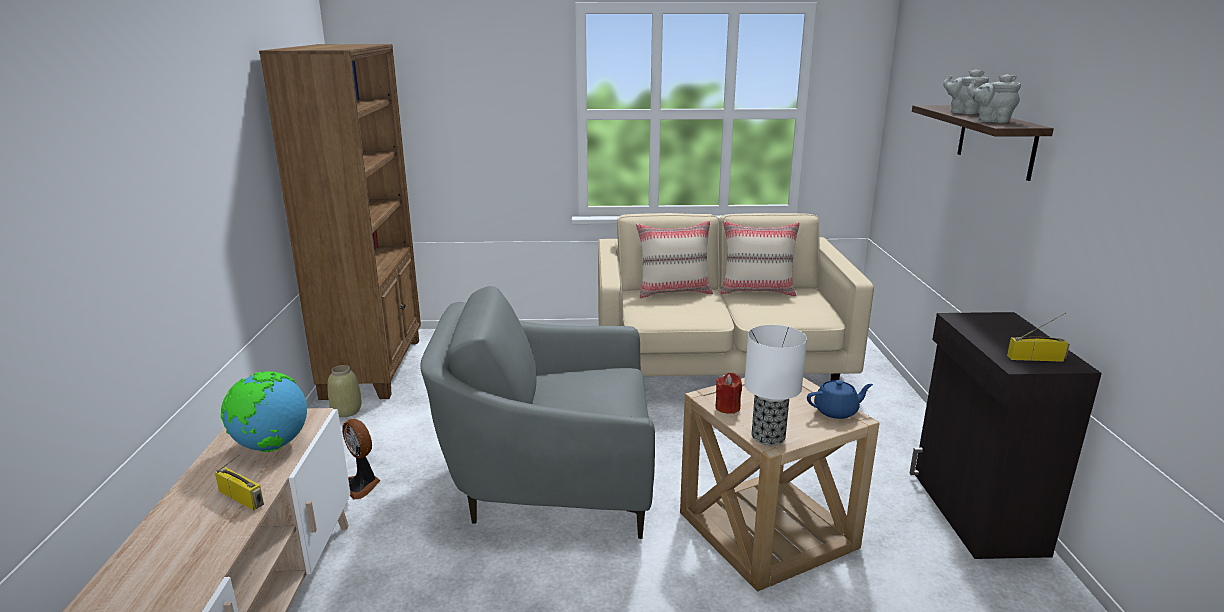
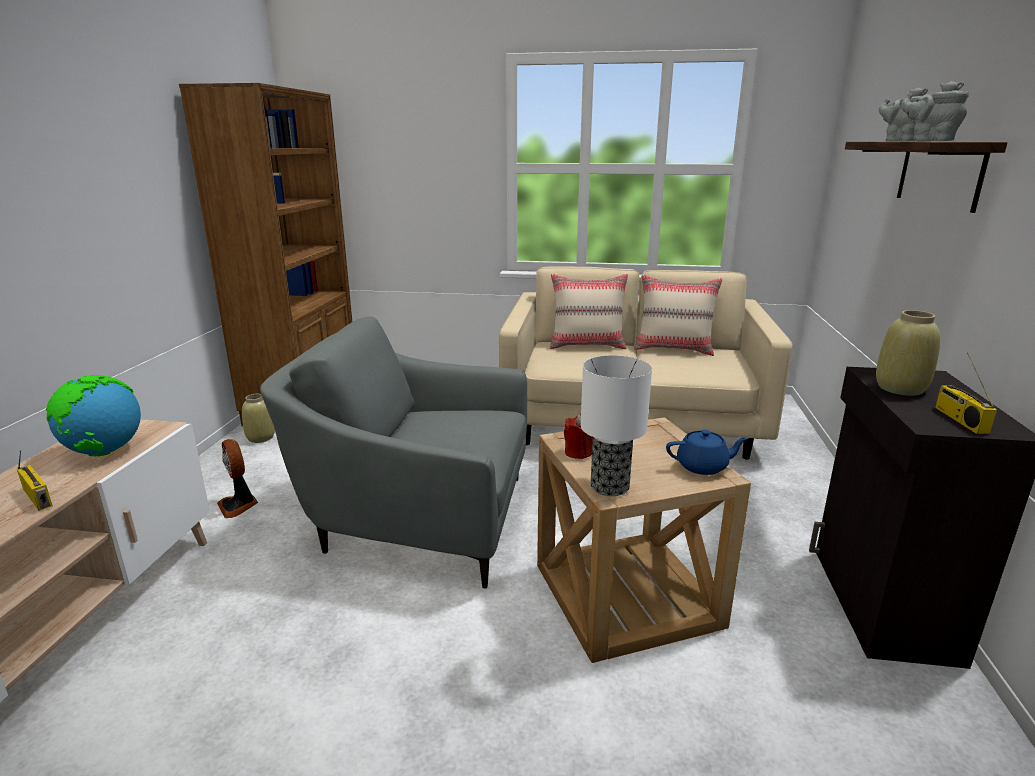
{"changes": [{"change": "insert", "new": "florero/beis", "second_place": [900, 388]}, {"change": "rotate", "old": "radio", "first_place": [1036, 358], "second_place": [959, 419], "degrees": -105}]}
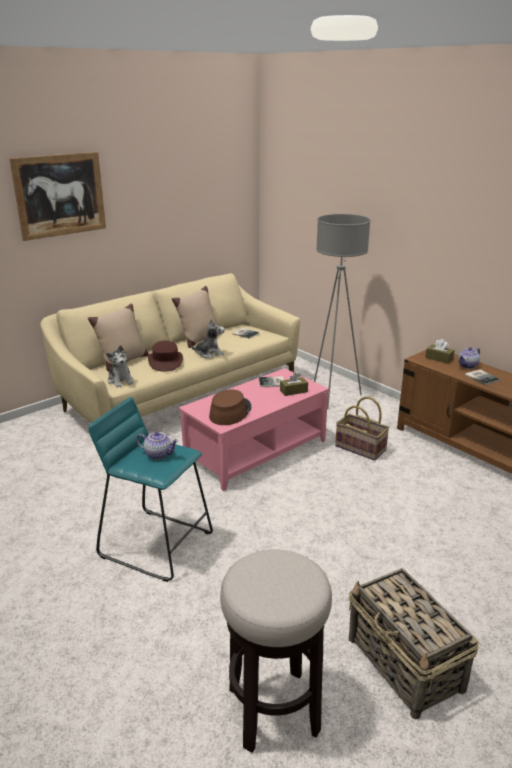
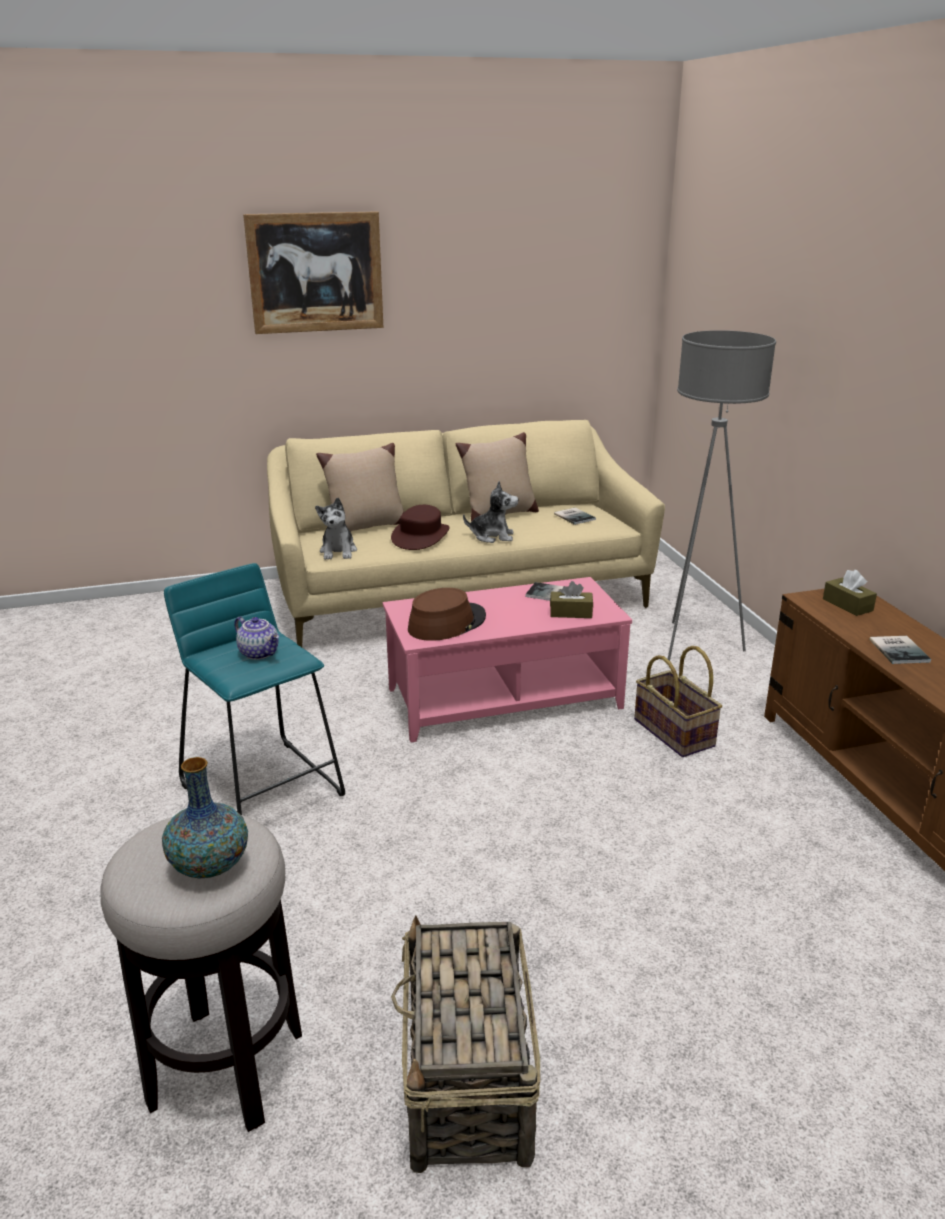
{"changes": [{"change": "insert", "new": "florero", "second_place": [209, 865]}, {"change": "delete", "old": "tetera", "first_place": [468, 366]}]}
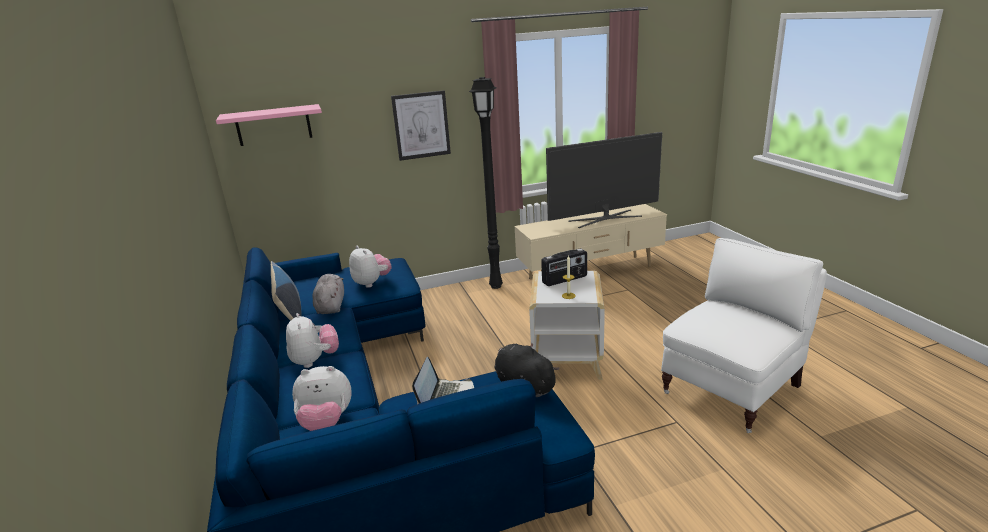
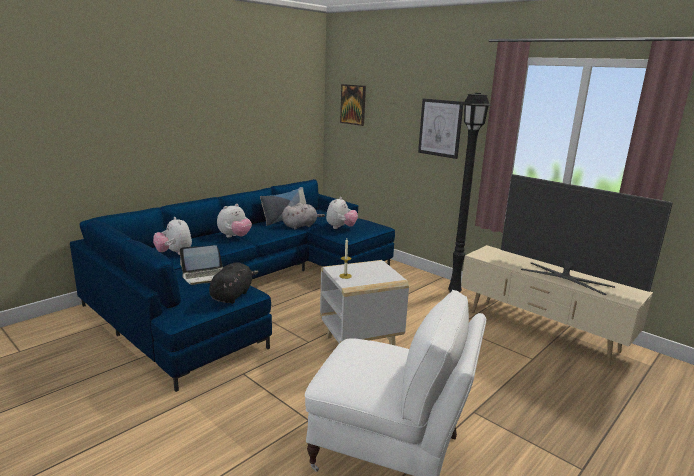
{"changes": [{"change": "replace", "old": "estante/rosa", "new": "cuadro", "first_place": [273, 125], "second_place": [353, 104]}, {"change": "delete", "old": "radio", "first_place": [565, 280]}]}
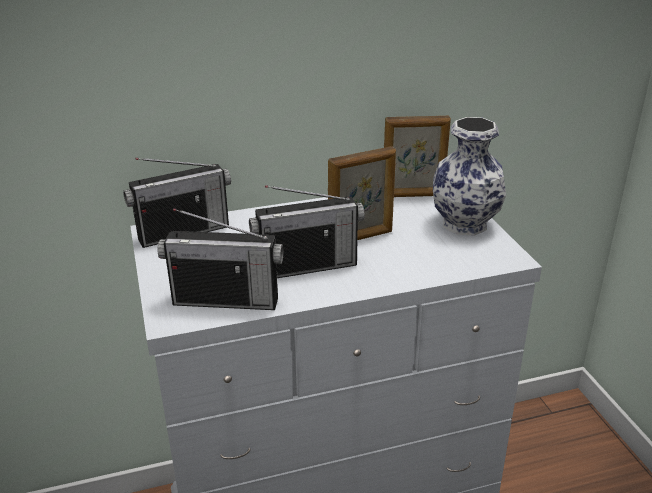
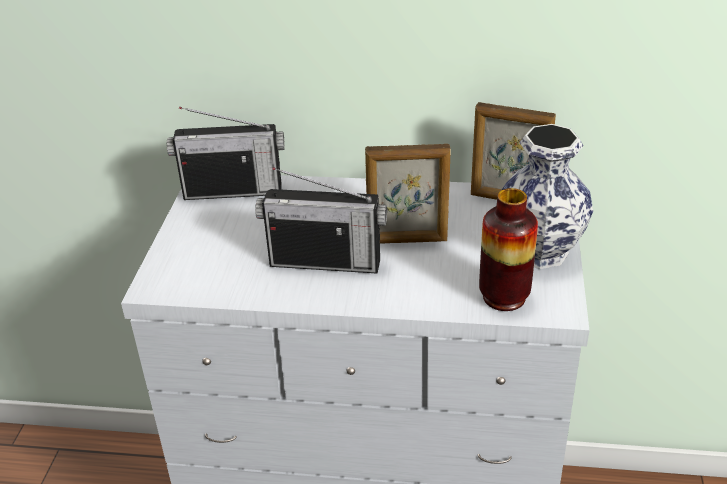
{"changes": [{"change": "insert", "new": "florero", "second_place": [504, 297]}, {"change": "delete", "old": "radio", "first_place": [226, 300]}]}
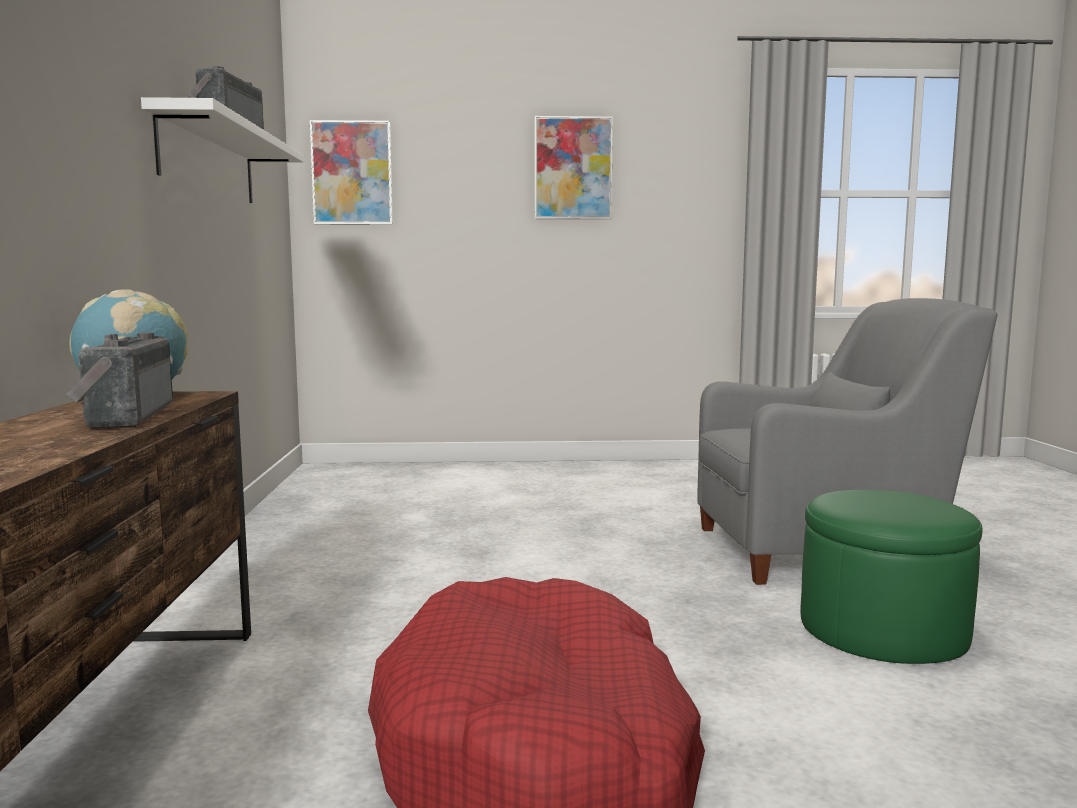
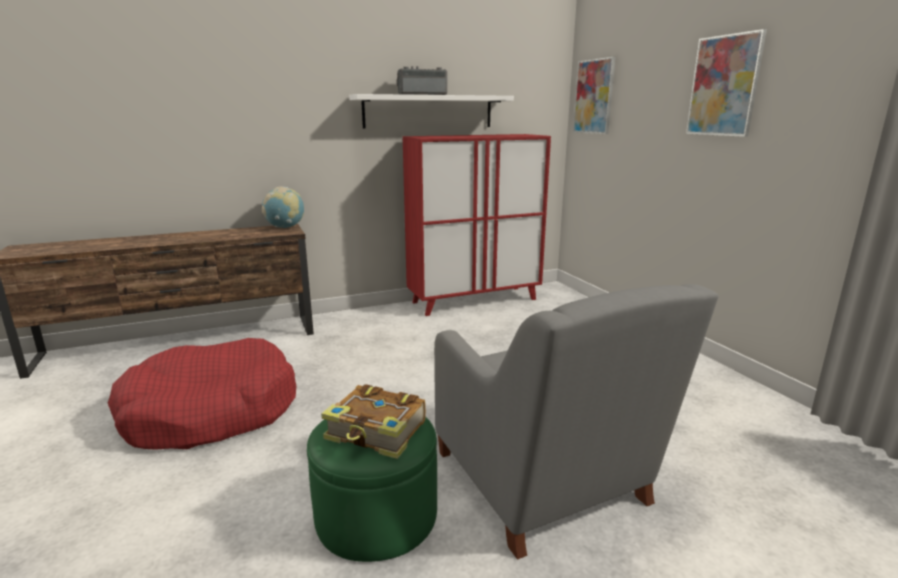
{"changes": [{"change": "insert", "new": "libro", "second_place": [377, 432]}, {"change": "insert", "new": "armario/rojo", "second_place": [474, 301]}, {"change": "delete", "old": "radio", "first_place": [123, 416]}]}
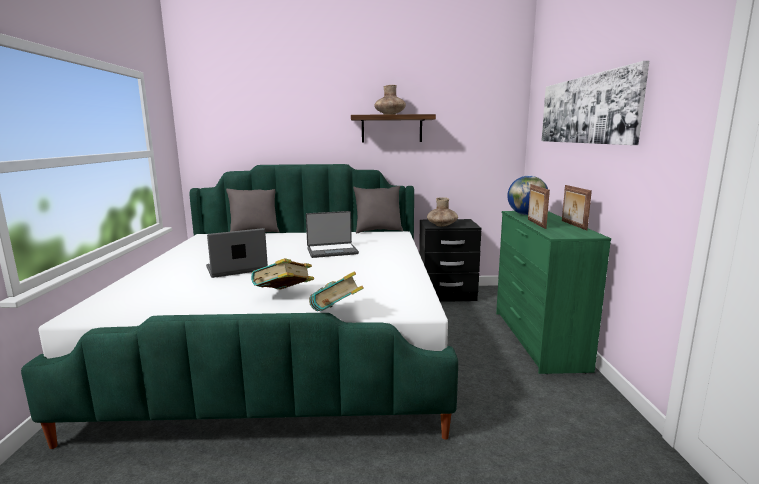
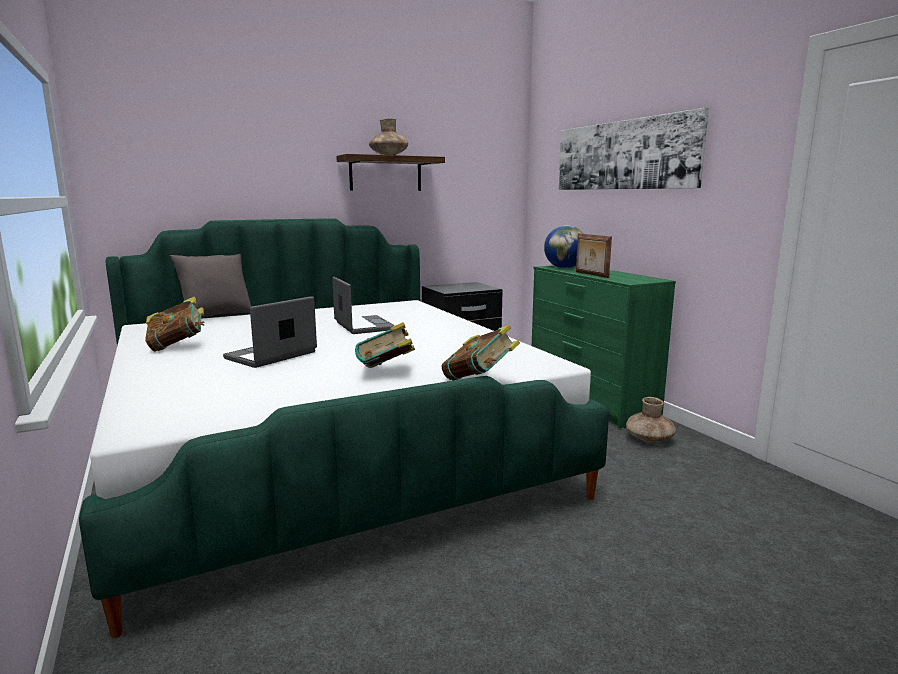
{"changes": [{"change": "insert", "new": "libro", "second_place": [178, 346]}, {"change": "rotate", "old": "portátil", "first_place": [332, 251], "second_place": [362, 326], "degrees": -75}, {"change": "move", "old": "florero/marrón", "first_place": [442, 225], "second_place": [649, 439]}, {"change": "delete", "old": "cojín/gris", "first_place": [378, 231]}, {"change": "delete", "old": "portarretratos", "first_place": [573, 225]}]}
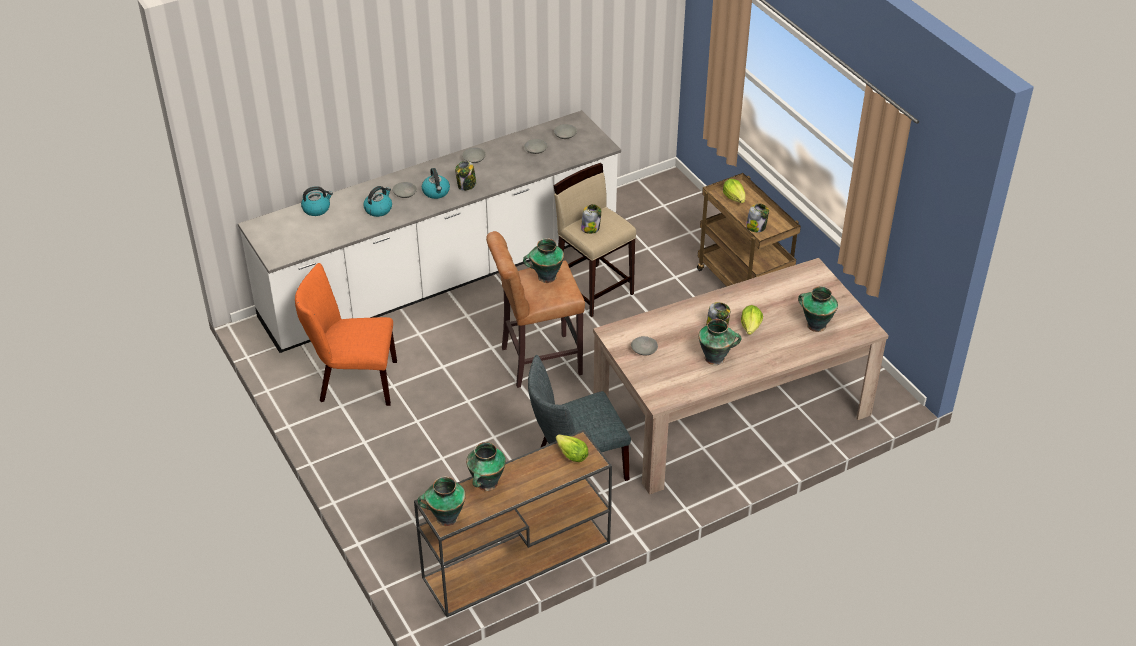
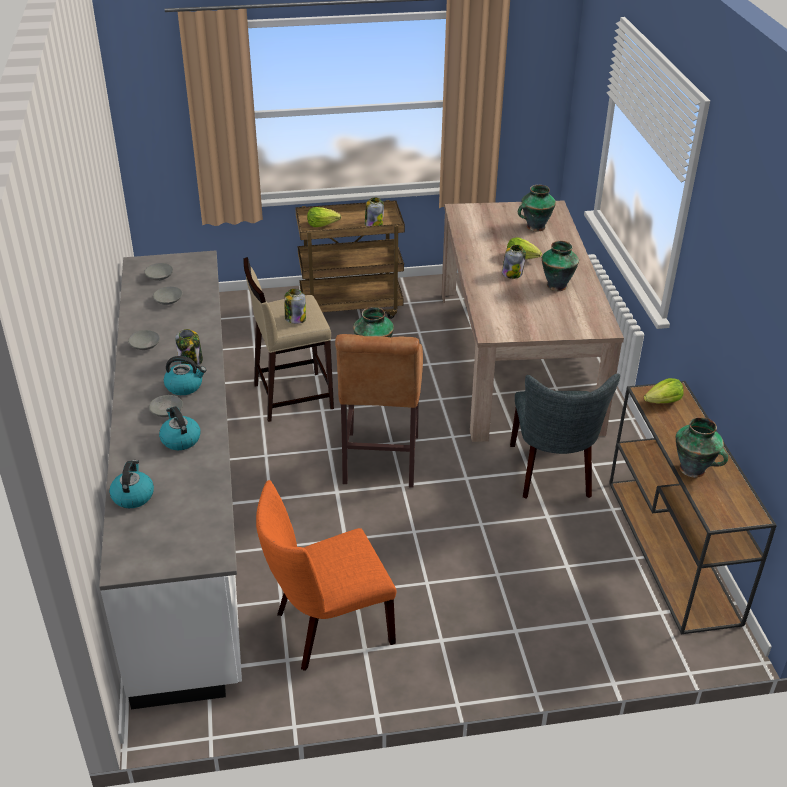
{"changes": [{"change": "rotate", "old": "silla/naranja", "first_place": [352, 382], "second_place": [327, 629], "degrees": 45}, {"change": "delete", "old": "florero", "first_place": [445, 517]}, {"change": "delete", "old": "cuenco/gris", "first_place": [644, 350]}]}
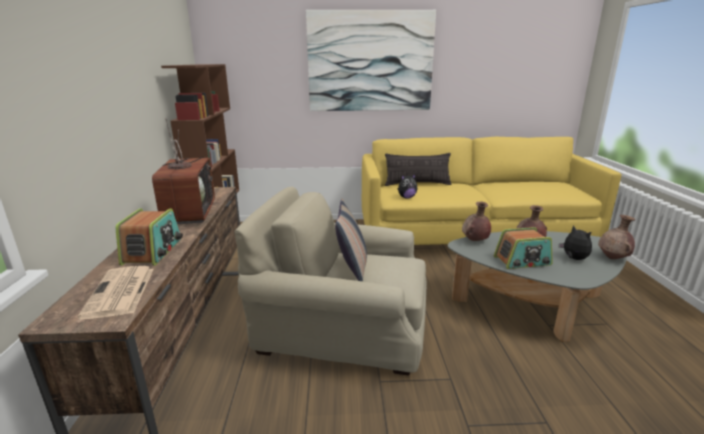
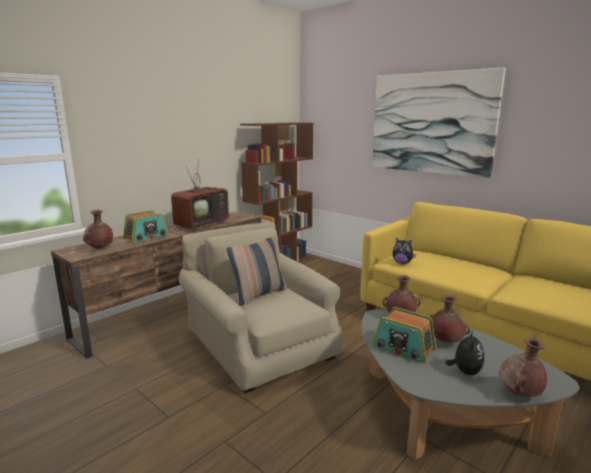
{"changes": [{"change": "replace", "old": "periódico", "new": "florero/marrón", "first_place": [120, 292], "second_place": [100, 249]}, {"change": "delete", "old": "cojín", "first_place": [417, 184]}]}
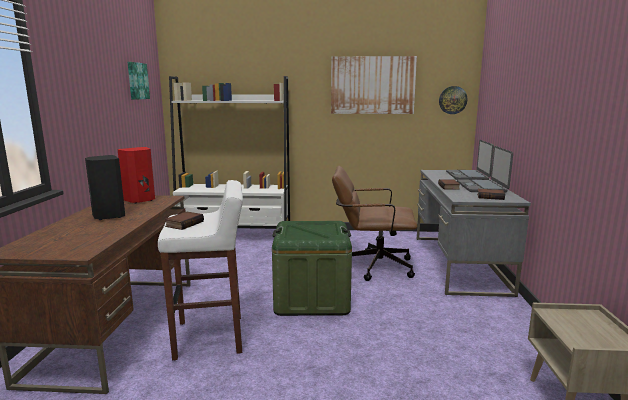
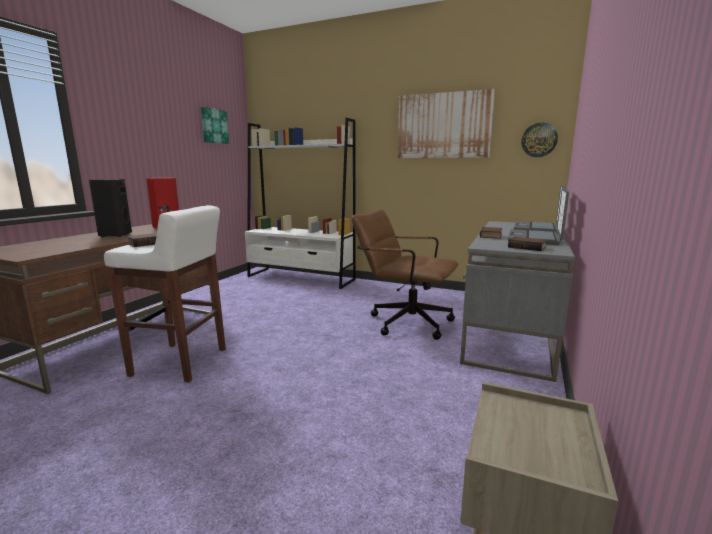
{"changes": [{"change": "delete", "old": "caja de almacenaje/verde", "first_place": [311, 298]}]}
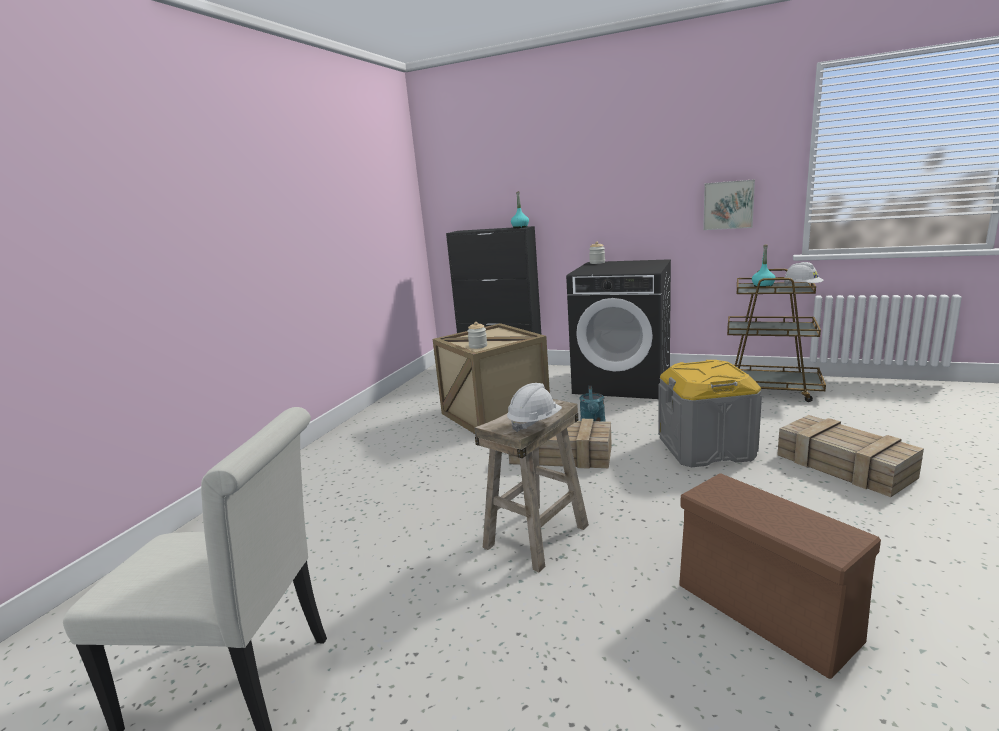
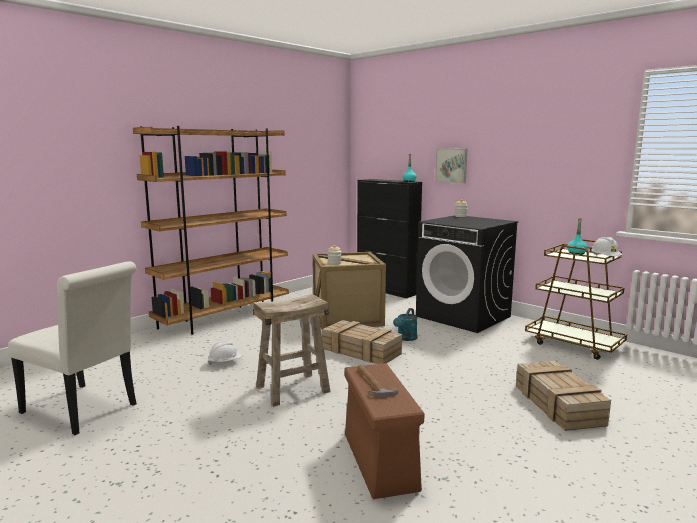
{"changes": [{"change": "insert", "new": "estantería/marrón", "second_place": [224, 317]}, {"change": "move", "old": "casco/blanco", "first_place": [534, 422], "second_place": [225, 362]}, {"change": "insert", "new": "martillo", "second_place": [372, 382]}, {"change": "move", "old": "cuadro", "first_place": [728, 205], "second_place": [452, 165]}, {"change": "delete", "old": "caja de almacenaje/gris", "first_place": [706, 448]}]}
